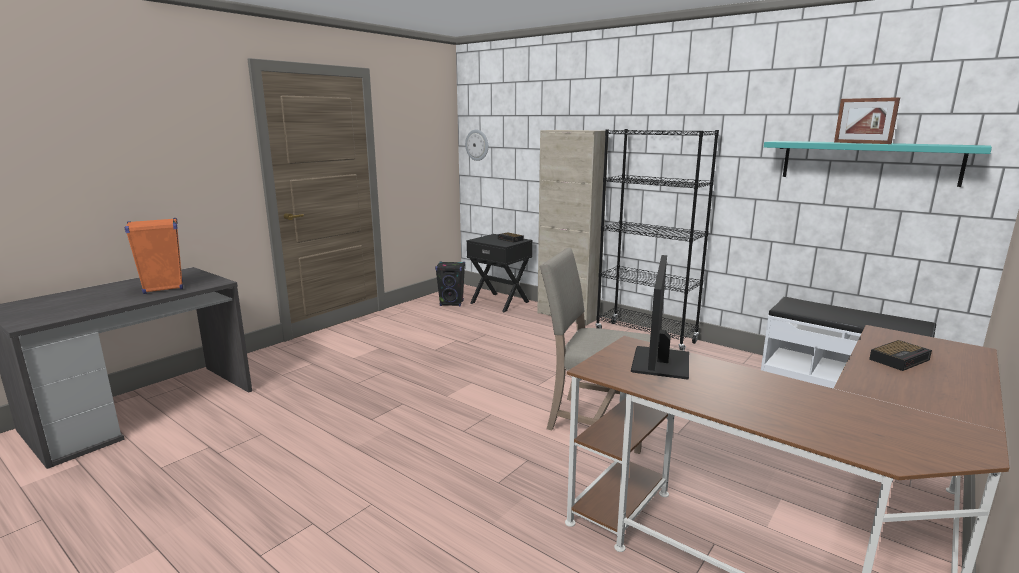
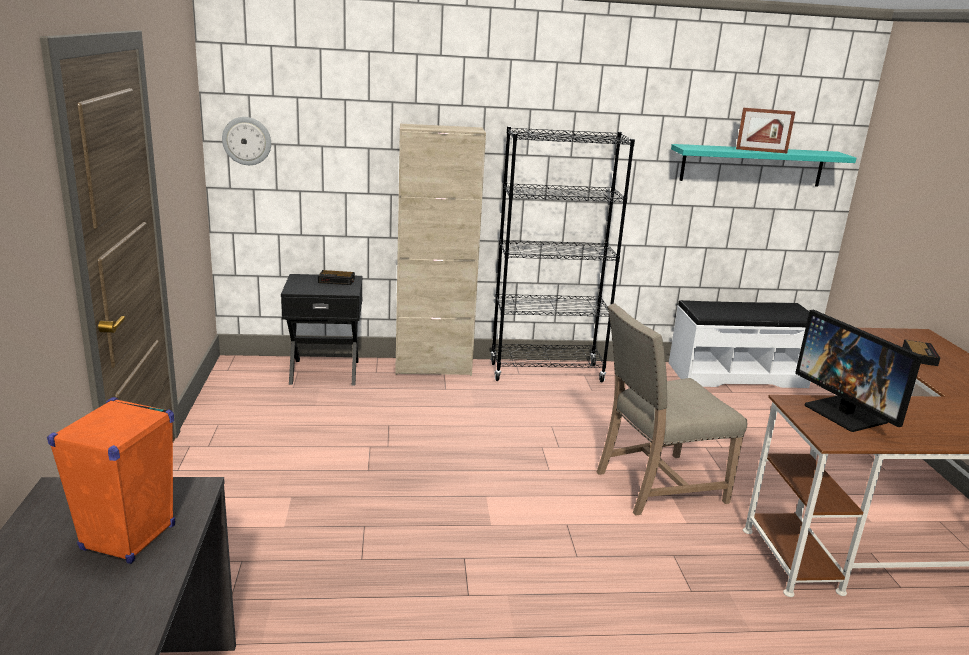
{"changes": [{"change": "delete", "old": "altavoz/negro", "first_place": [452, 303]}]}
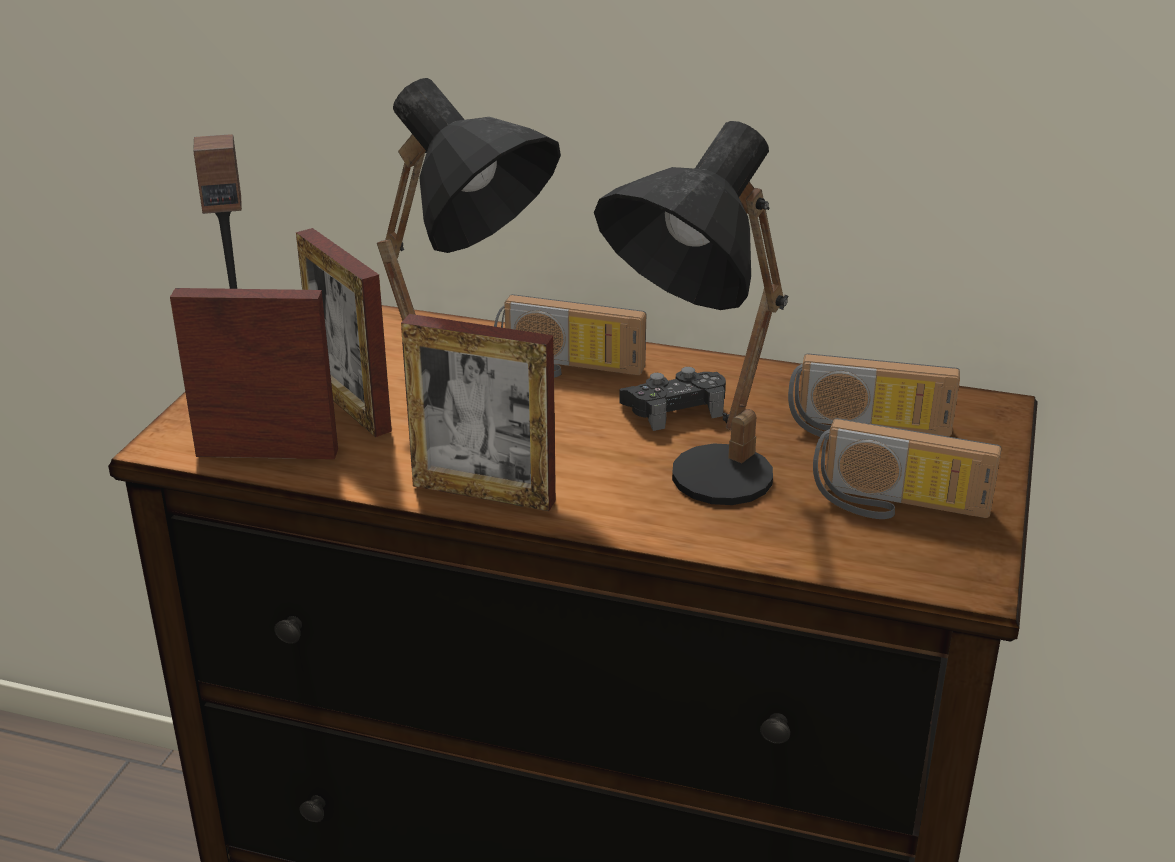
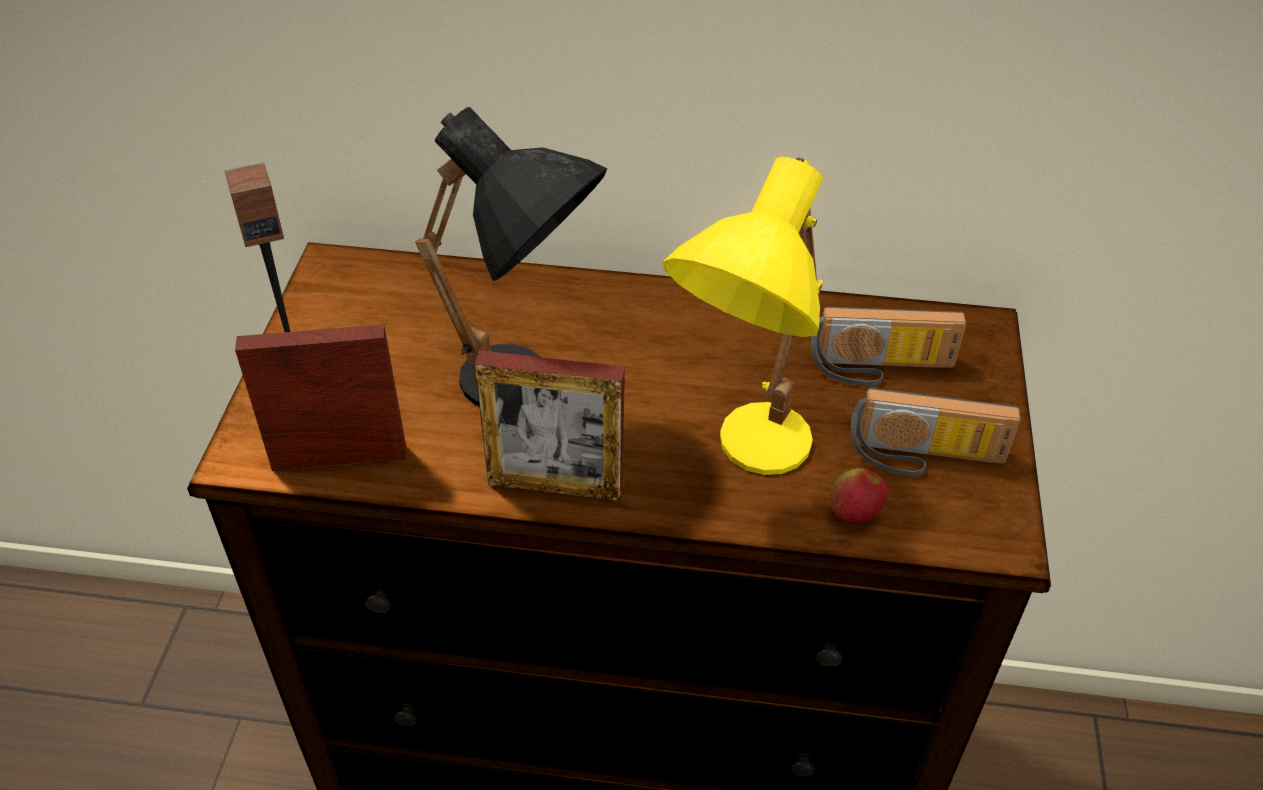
{"changes": [{"change": "recolor", "old": "lámpara de mesa/negro", "new": "lámpara de mesa/amarillo", "first_place": [693, 491], "second_place": [744, 460]}, {"change": "insert", "new": "manzana", "second_place": [854, 513]}, {"change": "delete", "old": "portarretratos", "first_place": [351, 406]}, {"change": "delete", "old": "radio", "first_place": [566, 368]}, {"change": "delete", "old": "mando de consola/negro", "first_place": [674, 408]}]}
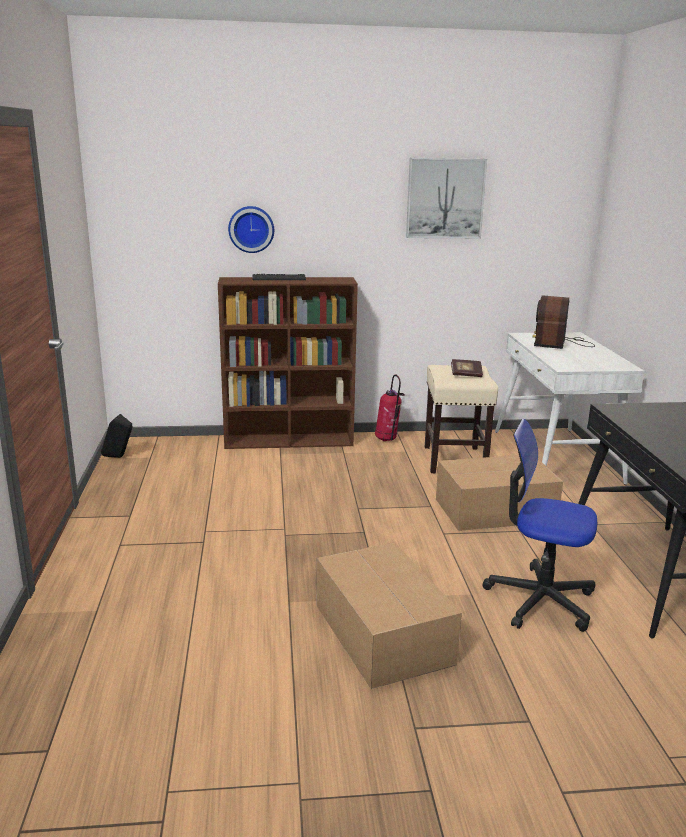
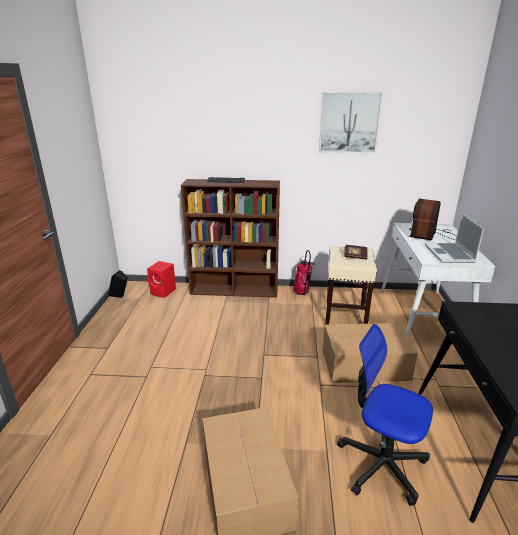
{"changes": [{"change": "insert", "new": "altavoz/rojo", "second_place": [163, 292]}, {"change": "insert", "new": "portátil", "second_place": [450, 254]}, {"change": "delete", "old": "reloj de pared", "first_place": [251, 229]}]}
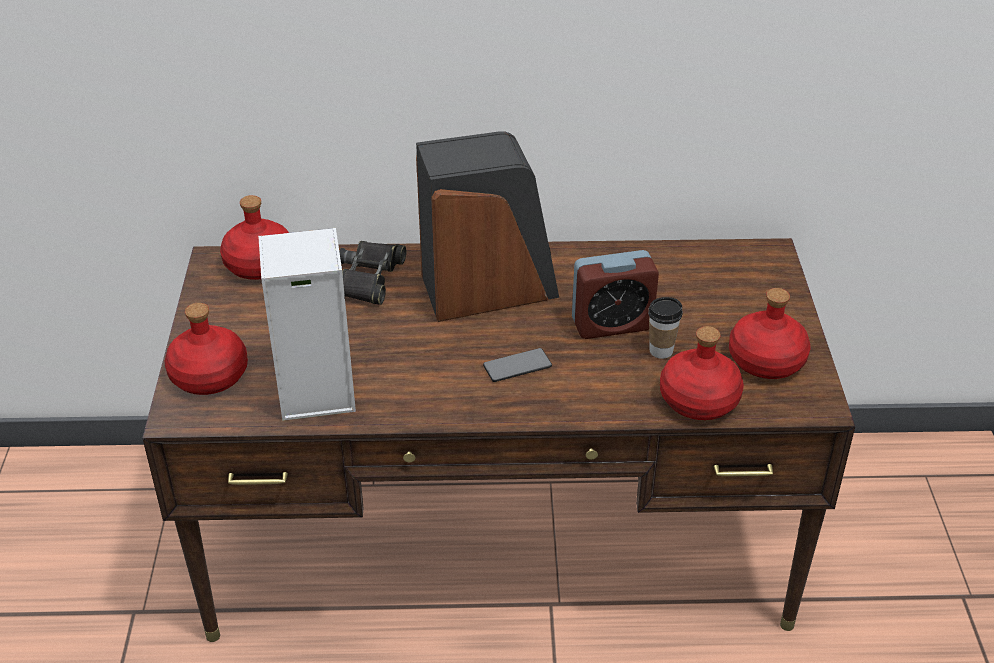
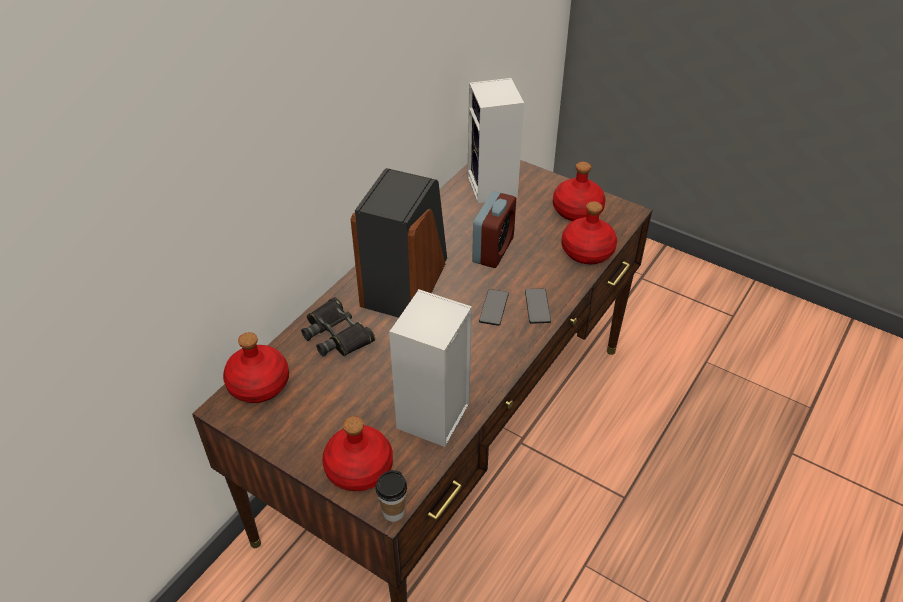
{"changes": [{"change": "move", "old": "taza", "first_place": [661, 351], "second_place": [393, 512]}, {"change": "insert", "new": "altavoz", "second_place": [493, 188]}, {"change": "insert", "new": "móvil", "second_place": [537, 306]}]}
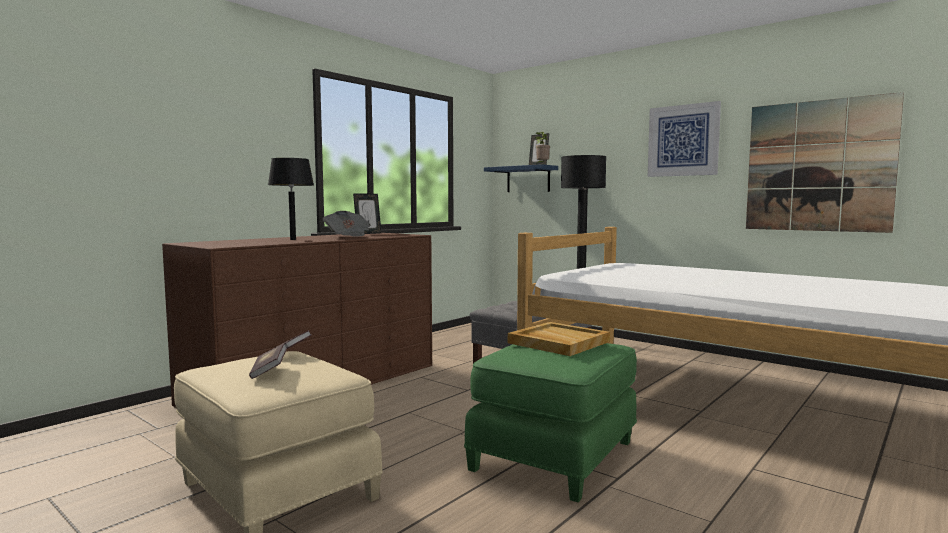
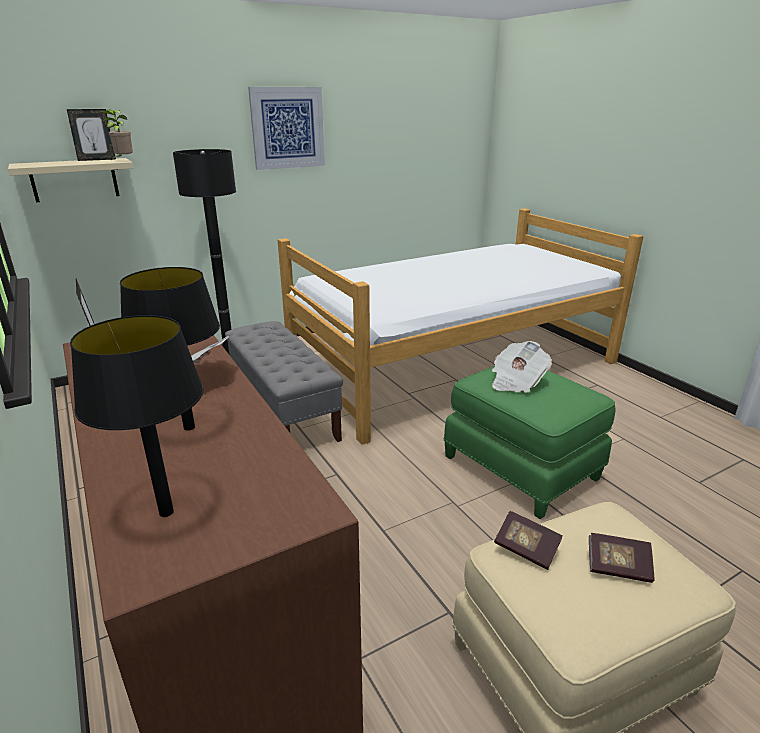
{"changes": [{"change": "recolor", "old": "estante/azul", "new": "estante/beis", "first_place": [528, 179], "second_place": [74, 180]}, {"change": "insert", "new": "lámpara de mesa/negro", "second_place": [166, 512]}, {"change": "replace", "old": "bandeja/beis", "new": "periódico", "first_place": [557, 342], "second_place": [516, 381]}, {"change": "delete", "old": "cuadro", "first_place": [818, 166]}]}
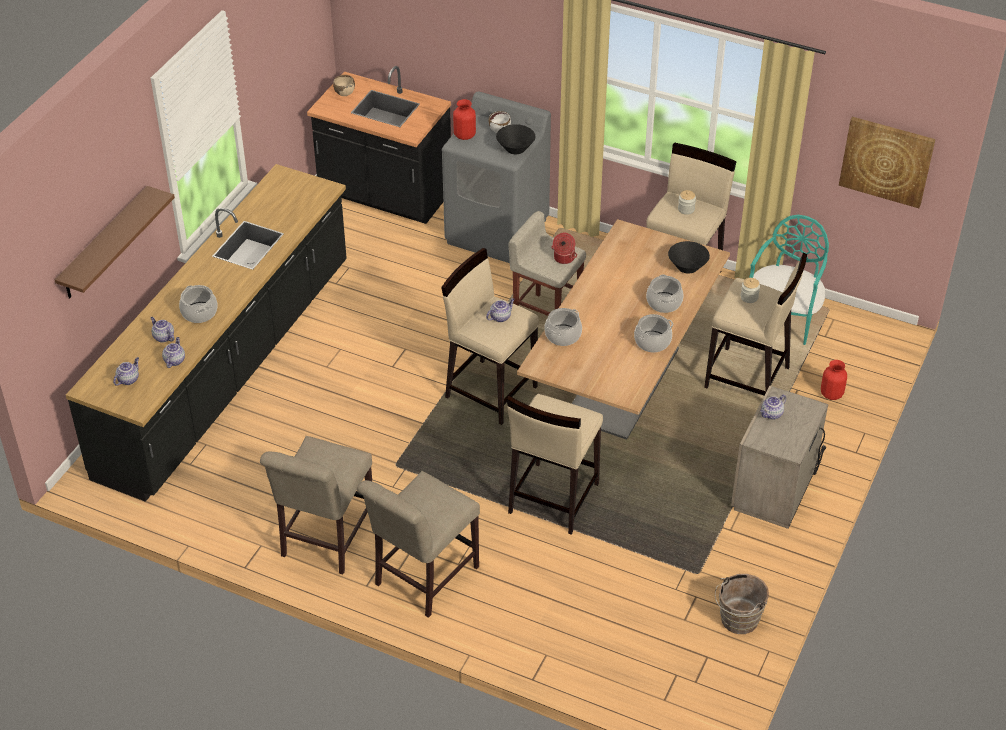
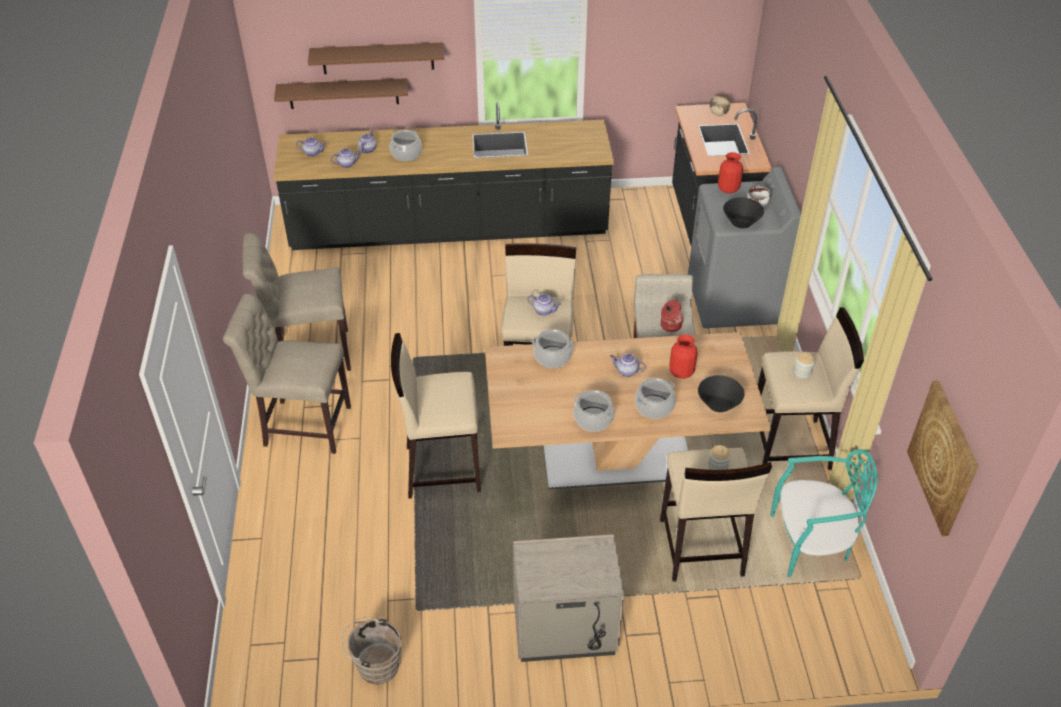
{"changes": [{"change": "insert", "new": "estante/marrón", "second_place": [343, 93]}, {"change": "move", "old": "tetera", "first_place": [771, 414], "second_place": [626, 371]}, {"change": "move", "old": "florero/rojo", "first_place": [831, 394], "second_place": [681, 372]}]}
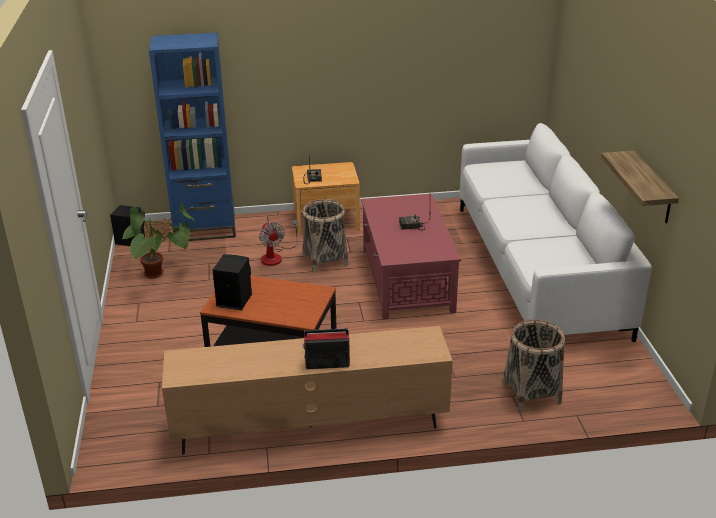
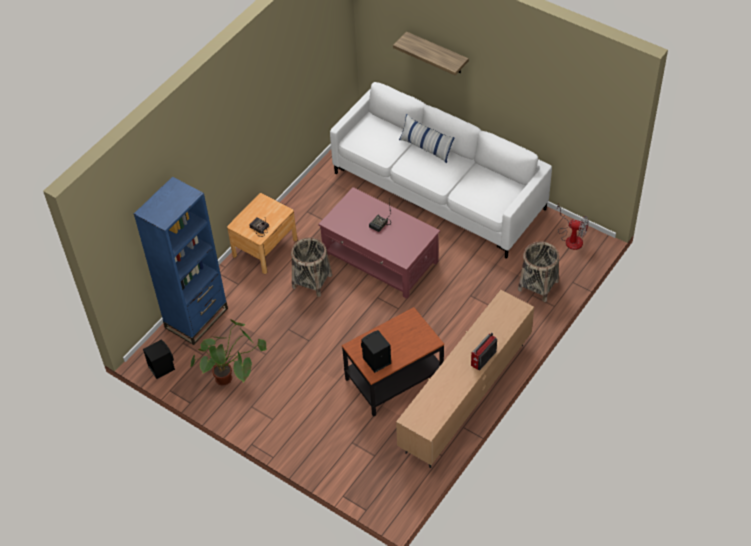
{"changes": [{"change": "move", "old": "estante", "first_place": [652, 188], "second_place": [437, 53]}, {"change": "insert", "new": "cojín", "second_place": [426, 147]}, {"change": "move", "old": "ventilador", "first_place": [275, 256], "second_place": [571, 238]}]}
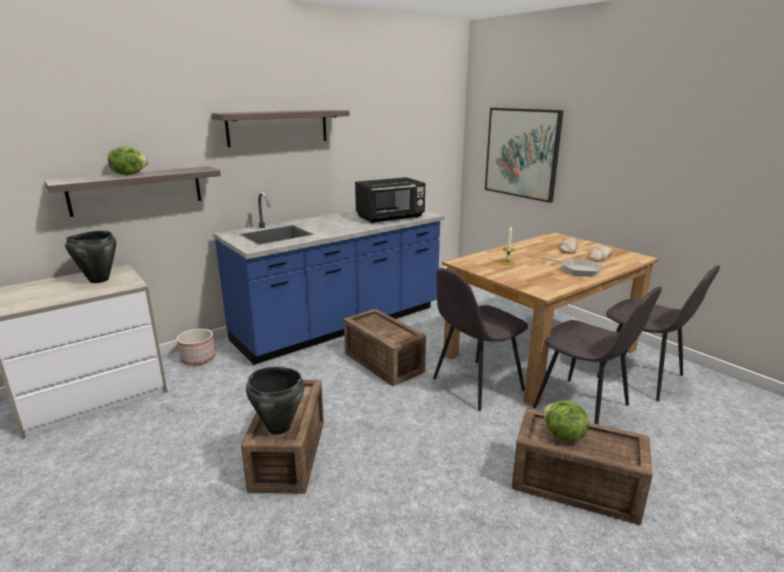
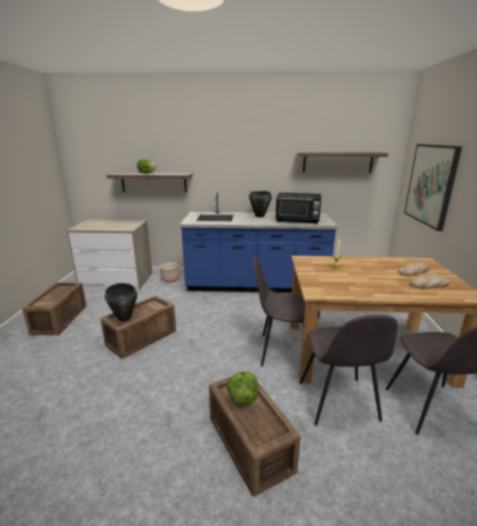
{"changes": [{"change": "move", "old": "caja de embalaje", "first_place": [383, 362], "second_place": [61, 319]}, {"change": "move", "old": "olla/negro", "first_place": [98, 280], "second_place": [259, 216]}, {"change": "move", "old": "estante", "first_place": [278, 127], "second_place": [337, 162]}, {"change": "delete", "old": "sartén", "first_place": [577, 270]}]}
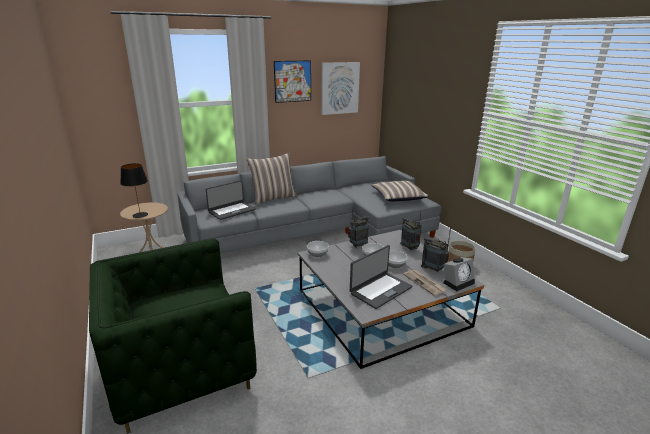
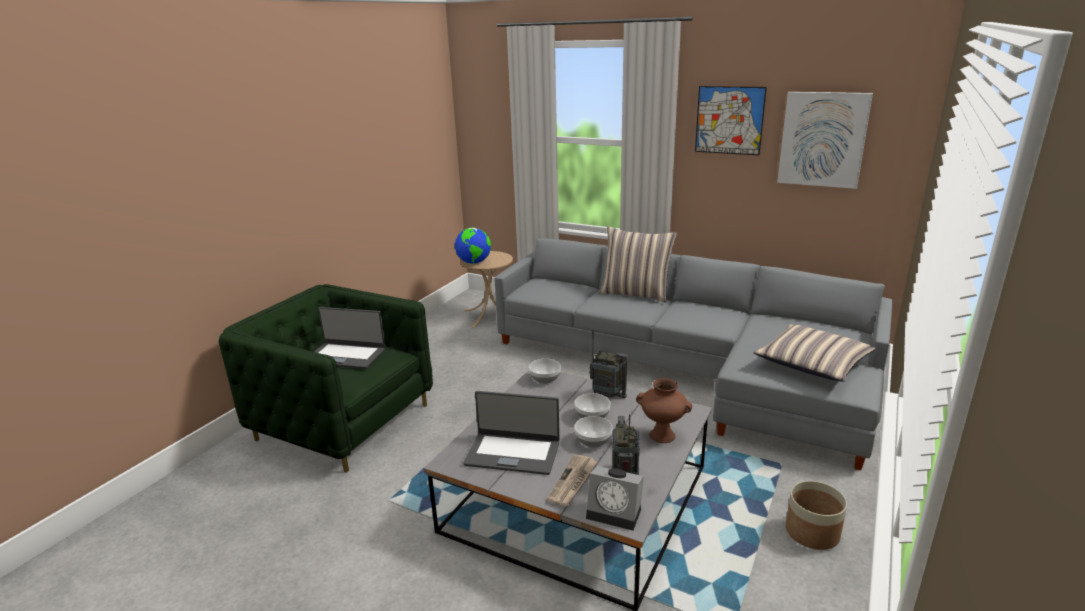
{"changes": [{"change": "move", "old": "portátil", "first_place": [231, 211], "second_place": [346, 355]}, {"change": "replace", "old": "lámpara de mesa/negro", "new": "globo terráqueo", "first_place": [140, 215], "second_place": [474, 262]}, {"change": "replace", "old": "radio", "new": "florero/marrón", "first_place": [409, 248], "second_place": [663, 435]}]}
